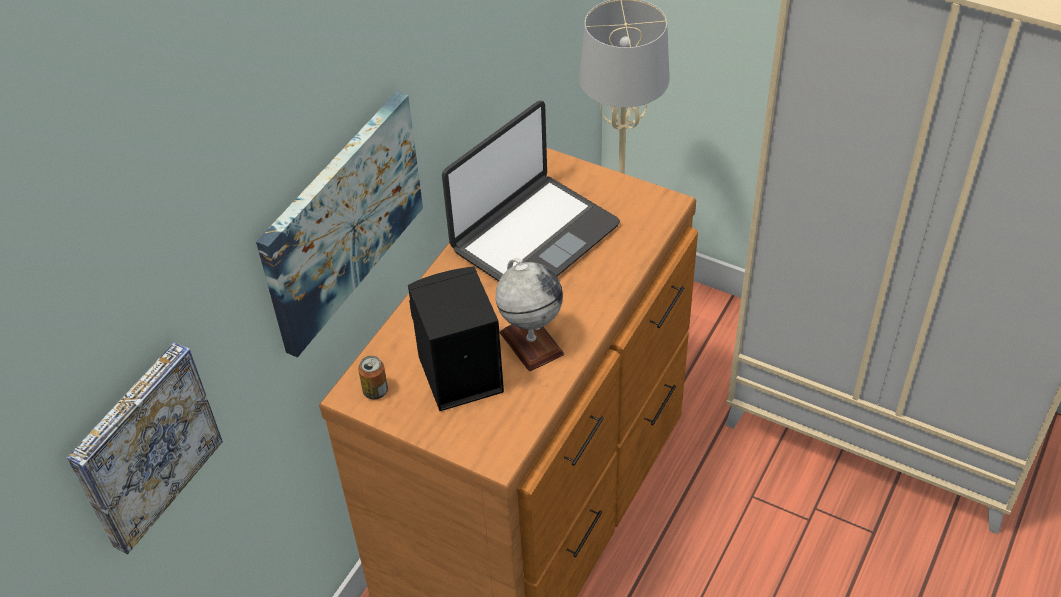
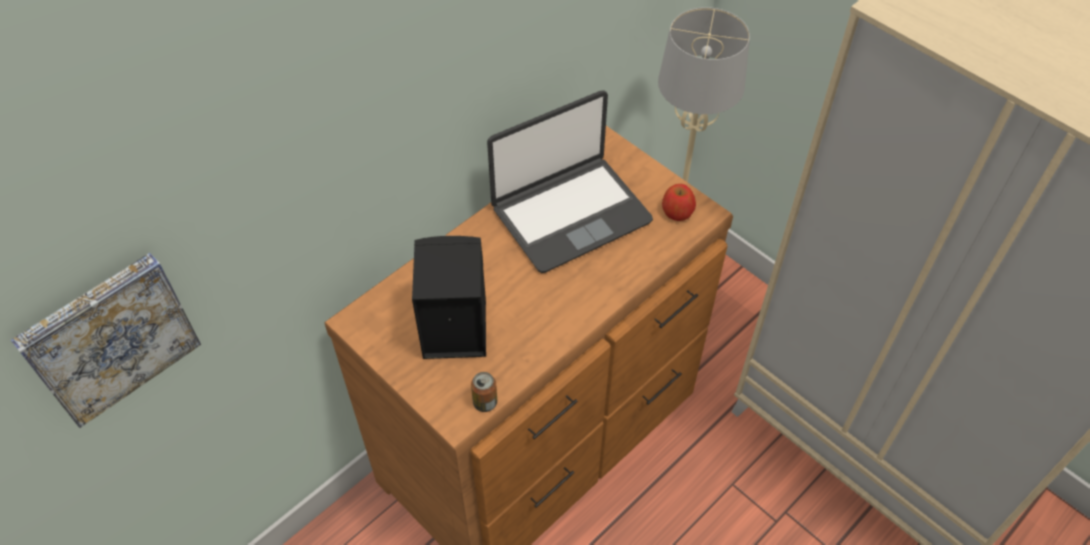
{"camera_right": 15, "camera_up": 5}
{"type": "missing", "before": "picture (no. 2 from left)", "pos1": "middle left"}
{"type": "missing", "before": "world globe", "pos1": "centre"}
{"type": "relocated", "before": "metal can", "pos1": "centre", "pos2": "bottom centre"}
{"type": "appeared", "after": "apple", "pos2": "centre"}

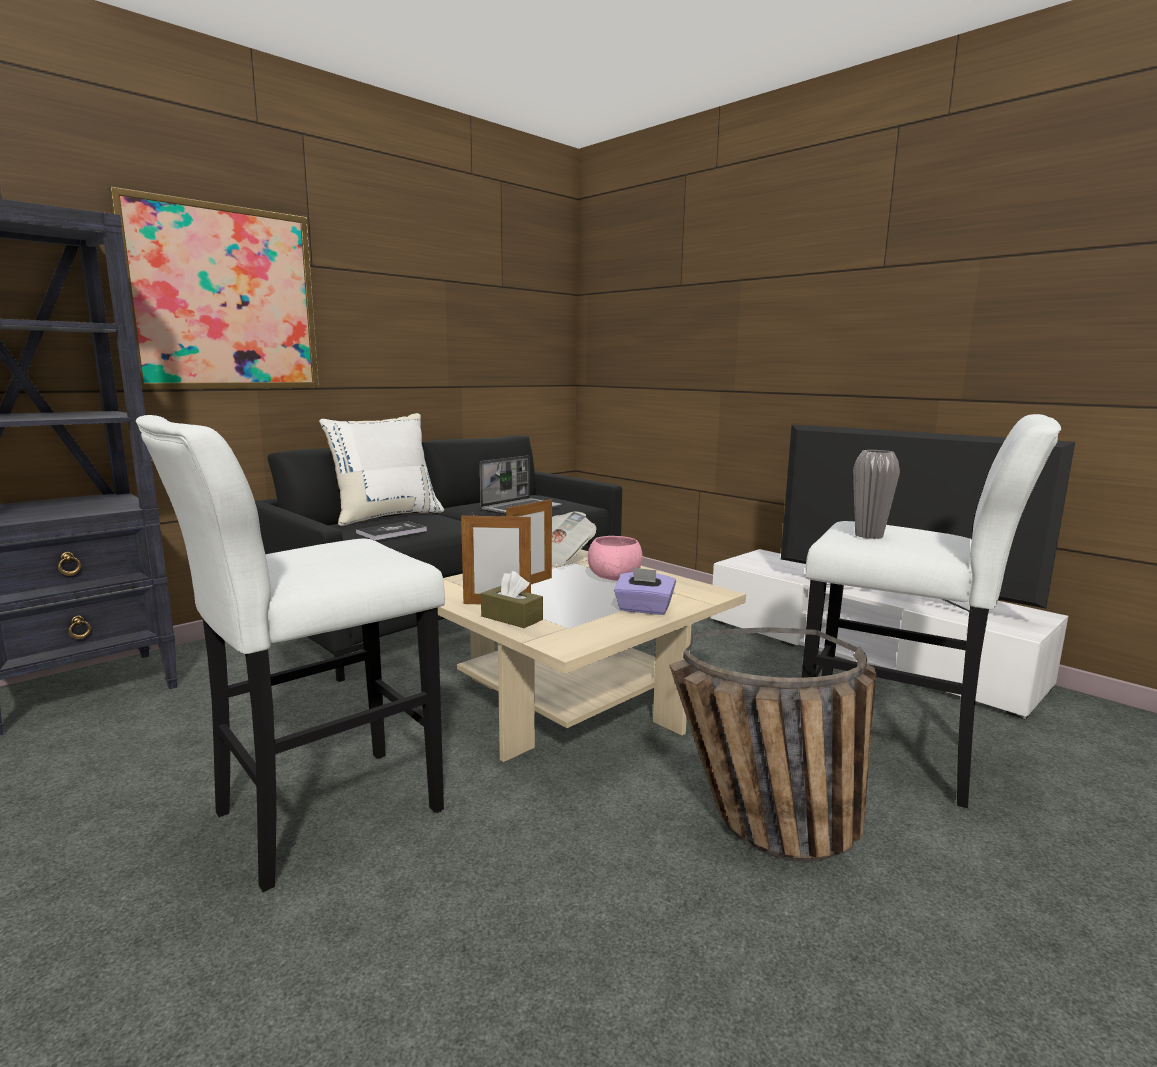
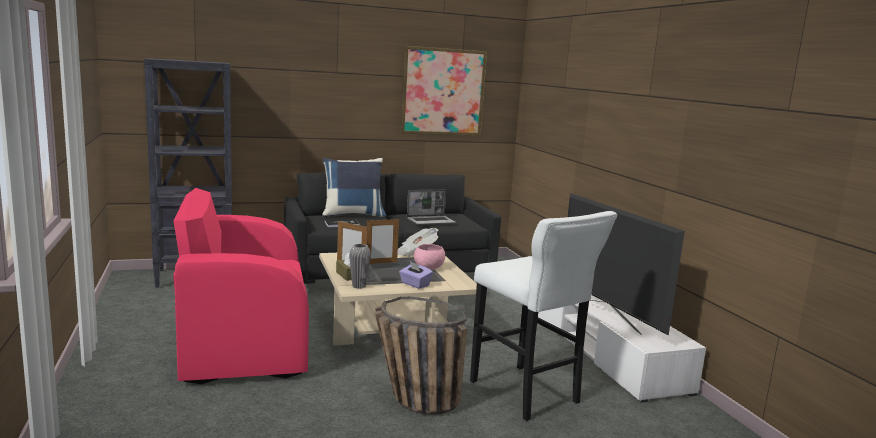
{"camera_right": 25, "camera_up": 0}
{"type": "relocated", "before": "picture", "pos1": "top left", "pos2": "top centre"}
{"type": "colour", "before": "pillow in whitish", "after": "pillow in blue", "pos1": "middle left", "pos2": "centre"}
{"type": "exchanged", "before": "stool in whitish (no. 1 from left)", "after": "armchair in pinkish", "pos1": "middle left", "pos2": "middle left"}
{"type": "relocated", "before": "vase in greyish", "pos1": "middle right", "pos2": "centre"}

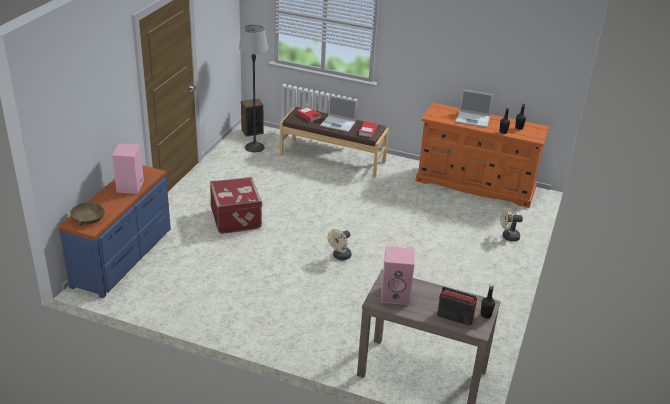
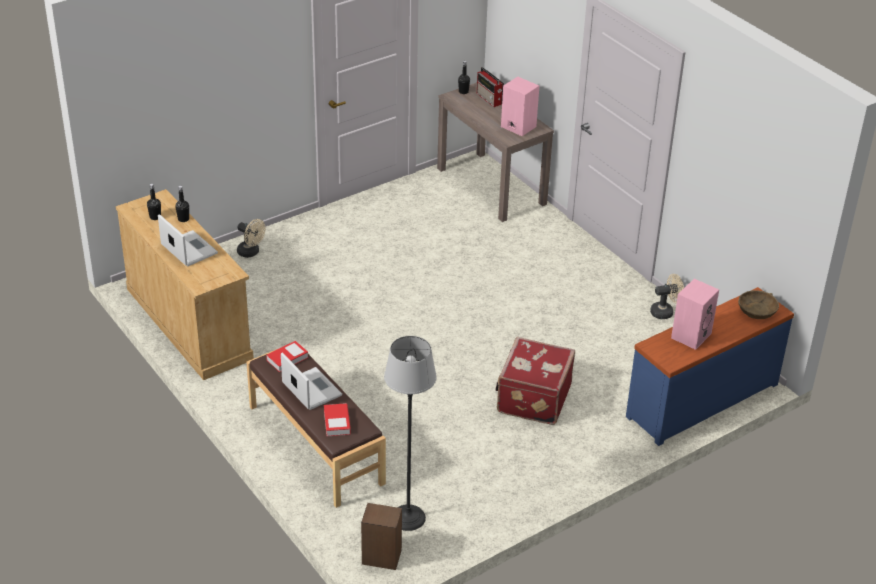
{"camera_right": -145, "camera_up": 5}
{"type": "colour", "before": "chest of drawers in orange", "after": "chest of drawers in beige-coloured", "pos1": "middle right", "pos2": "middle left"}
{"type": "relocated", "before": "fan in beige-coloured (no. 1 from left in the first image)", "after": "fan in beige-coloured (no. 2 from left)", "pos1": "centre", "pos2": "middle right"}

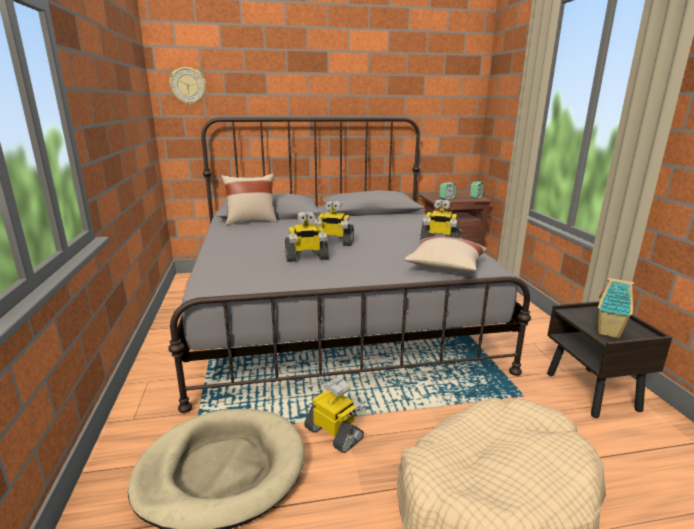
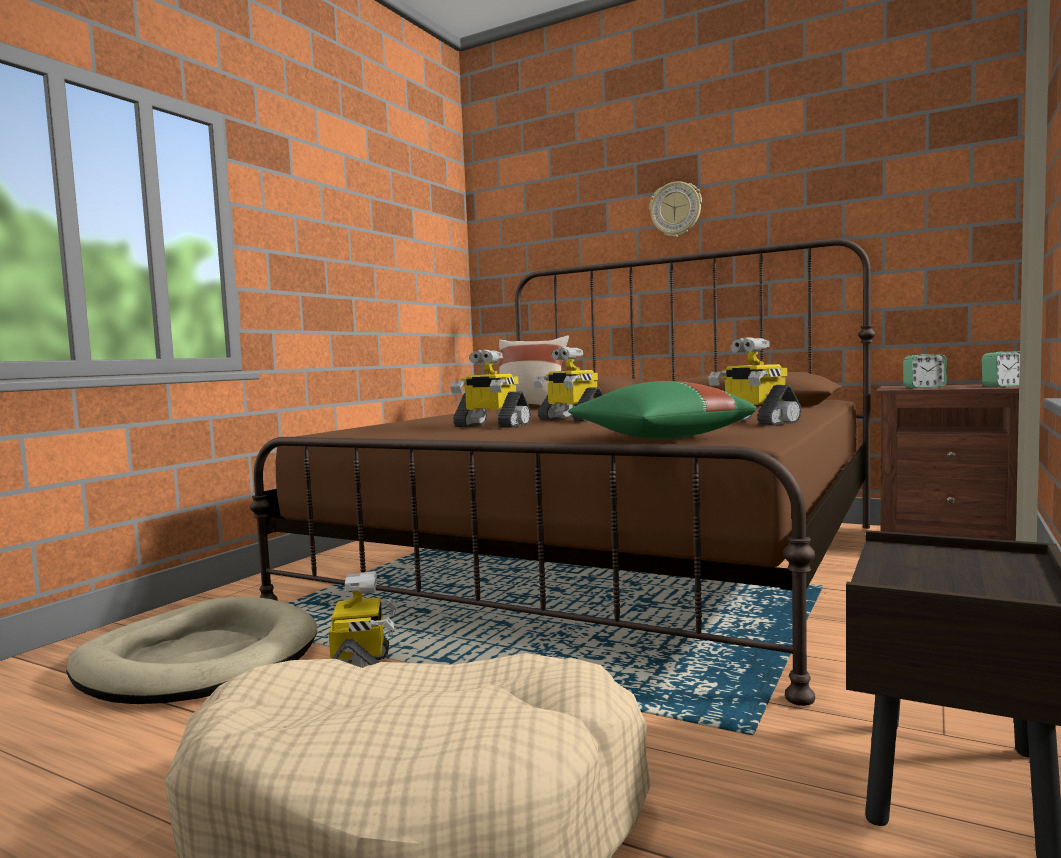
{"camera_right": 40, "camera_up": -15}
{"type": "relocated", "before": "wall clock", "pos1": "top left", "pos2": "top centre"}
{"type": "colour", "before": "sleeping bed in greyish", "after": "sleeping bed in brown-coloured", "pos1": "centre", "pos2": "centre"}
{"type": "colour", "before": "pillow in beige-coloured (no. 2 from left)", "after": "pillow in green", "pos1": "centre", "pos2": "centre"}
{"type": "missing", "before": "miniature house", "pos1": "middle right"}

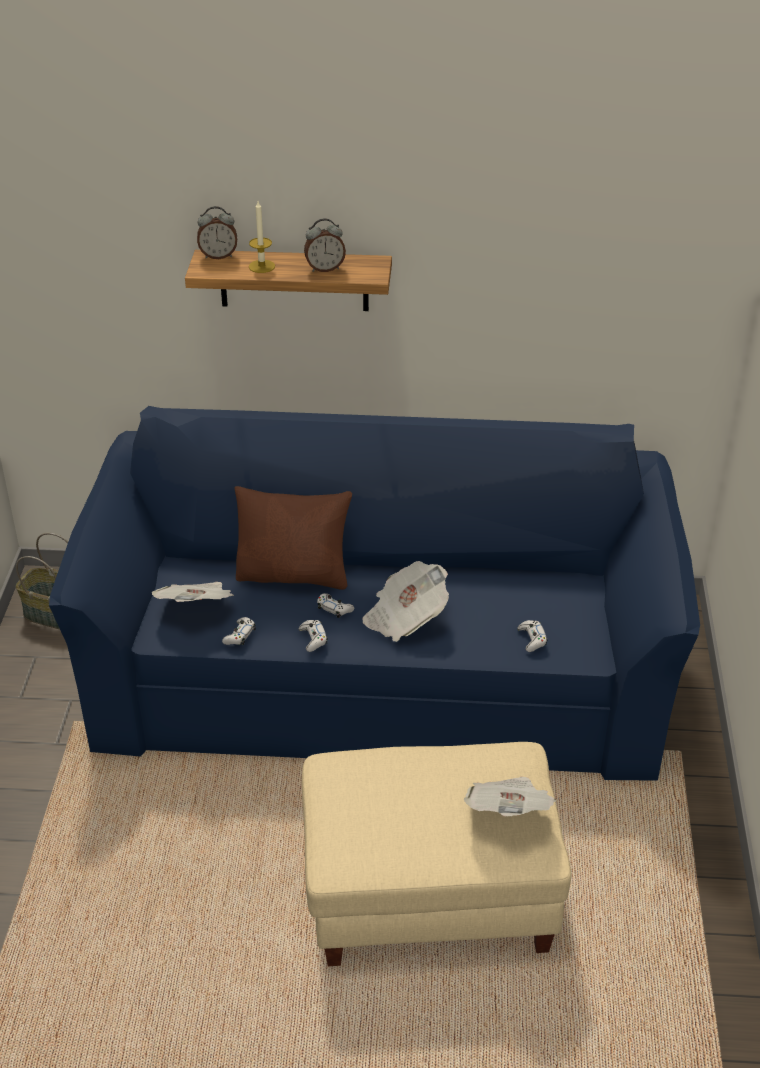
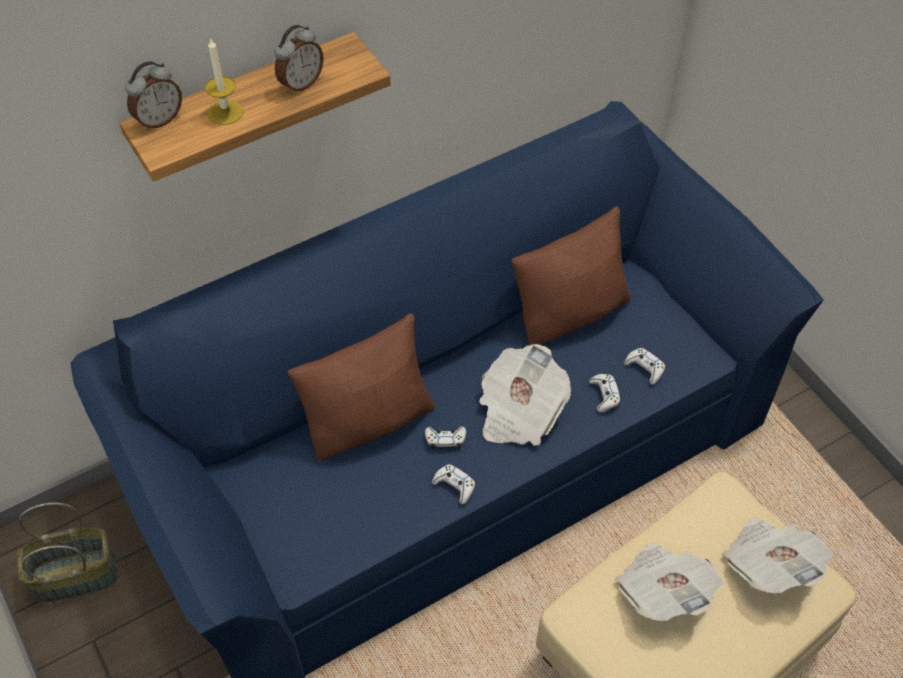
{"camera_right": -35, "camera_up": 15}
{"type": "relocated", "before": "printed paper (no. 1 from left in the first image)", "after": "printed paper (no. 2 from left)", "pos1": "middle left", "pos2": "bottom right"}
{"type": "relocated", "before": "joypad in whitish (no. 1 from left in the first image)", "after": "joypad in whitish (no. 3 from left)", "pos1": "middle left", "pos2": "middle right"}
{"type": "appeared", "after": "pillow in brown-coloured (no. 2 from left)", "pos2": "centre"}

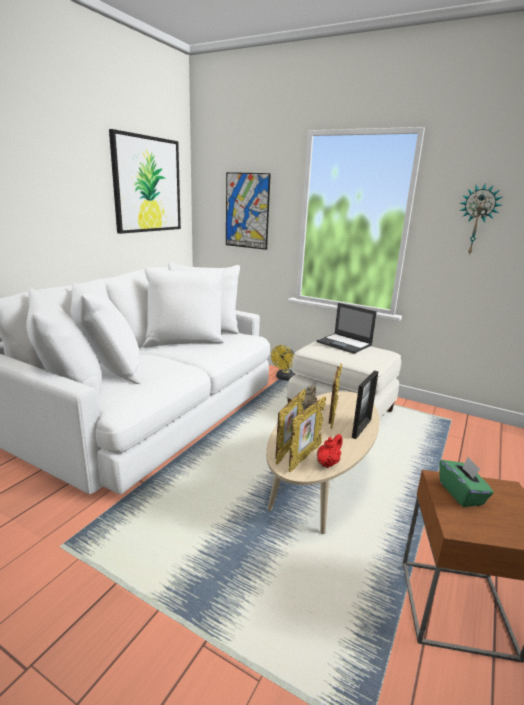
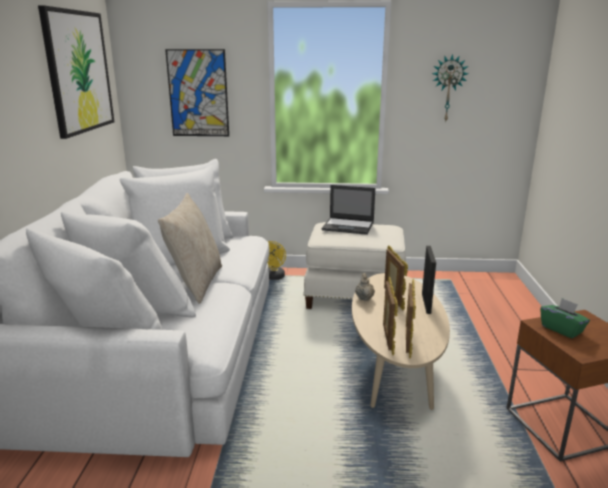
{"camera_right": -25, "camera_up": 0}
{"type": "missing", "before": "teapot in red", "pos1": "centre"}
{"type": "appeared", "after": "pillow in beige-coloured", "pos2": "middle left"}

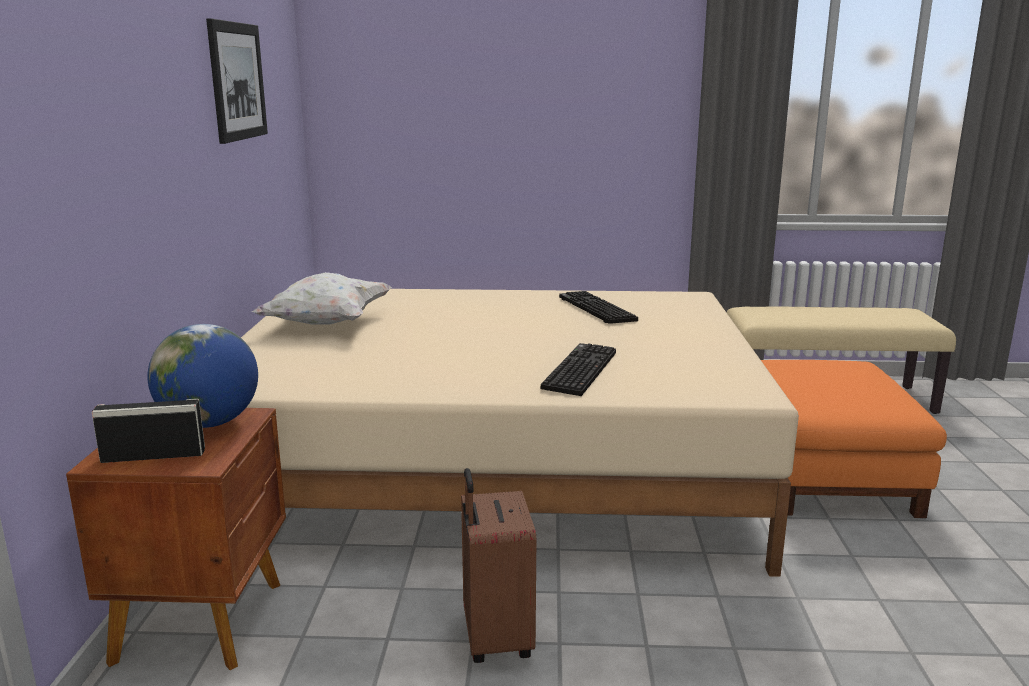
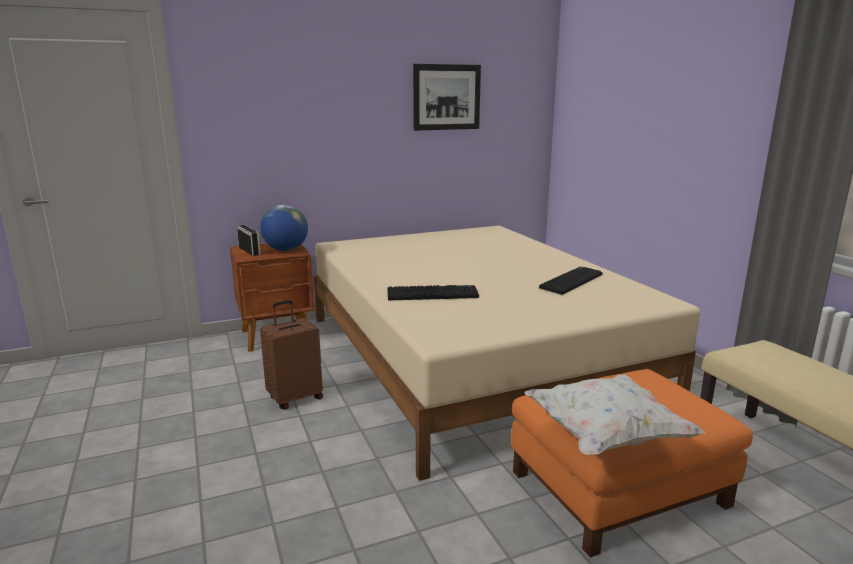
{"camera_right": 65, "camera_up": 0}
{"type": "relocated", "before": "pillow in whitish", "pos1": "middle left", "pos2": "bottom right"}

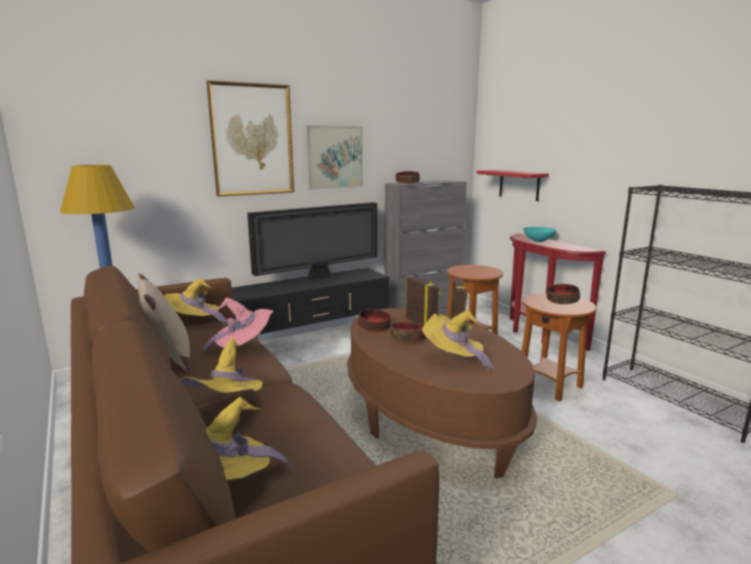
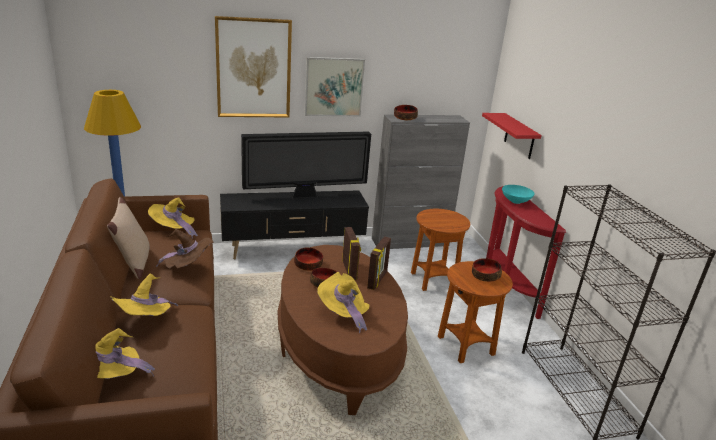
{"camera_right": 15, "camera_up": 10}
{"type": "colour", "before": "clothing hat in pinkish", "after": "clothing hat in brown-coloured", "pos1": "middle left", "pos2": "middle left"}

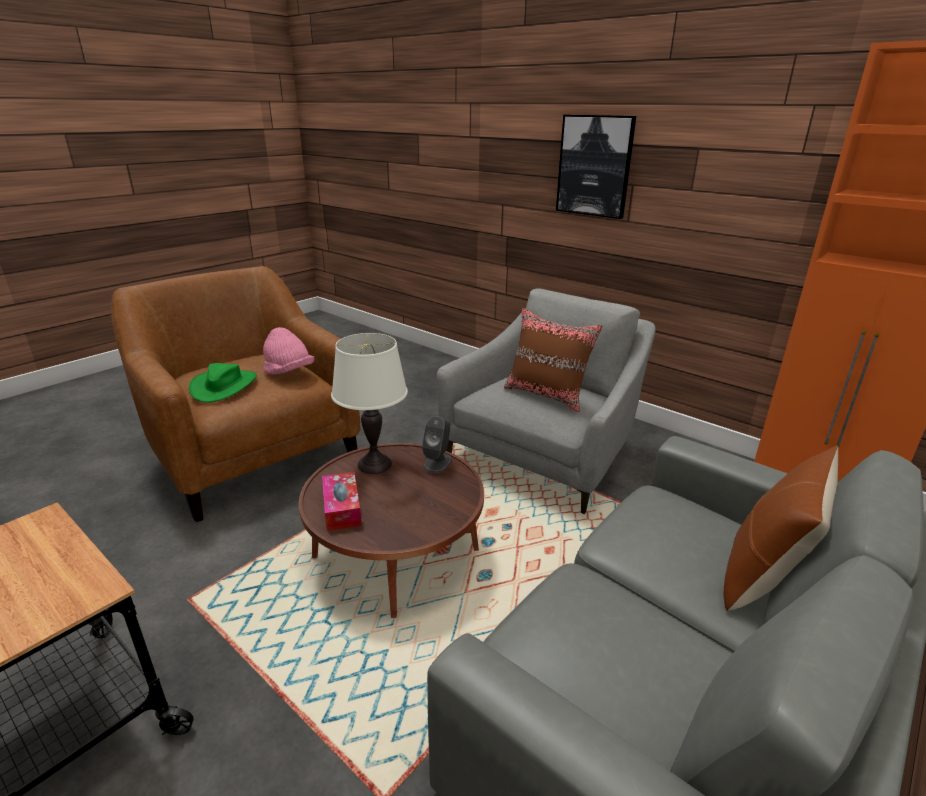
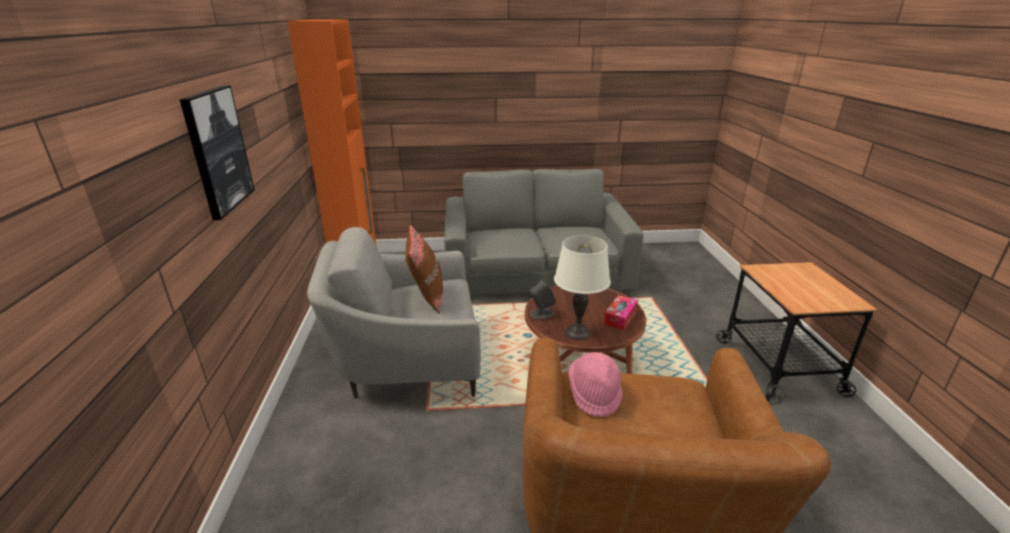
{"camera_right": -135, "camera_up": 0}
{"type": "missing", "before": "clothing hat in green", "pos1": "middle left"}
{"type": "missing", "before": "pillow in brown-coloured (no. 2 from left)", "pos1": "middle right"}

